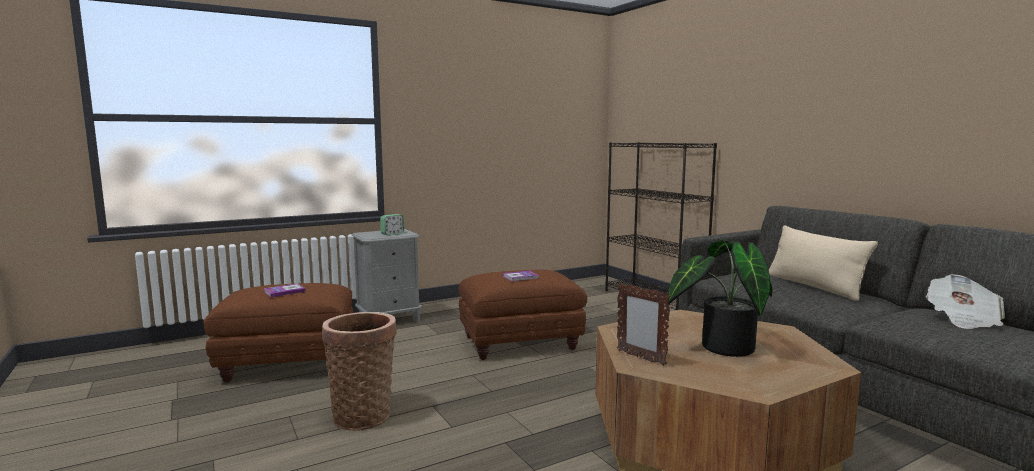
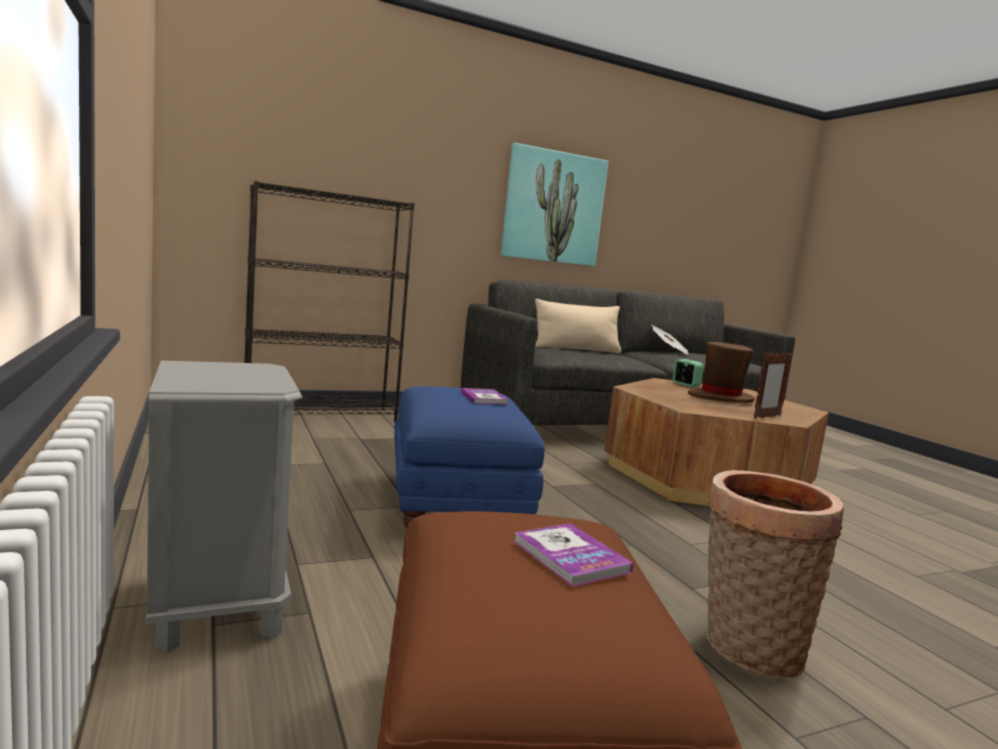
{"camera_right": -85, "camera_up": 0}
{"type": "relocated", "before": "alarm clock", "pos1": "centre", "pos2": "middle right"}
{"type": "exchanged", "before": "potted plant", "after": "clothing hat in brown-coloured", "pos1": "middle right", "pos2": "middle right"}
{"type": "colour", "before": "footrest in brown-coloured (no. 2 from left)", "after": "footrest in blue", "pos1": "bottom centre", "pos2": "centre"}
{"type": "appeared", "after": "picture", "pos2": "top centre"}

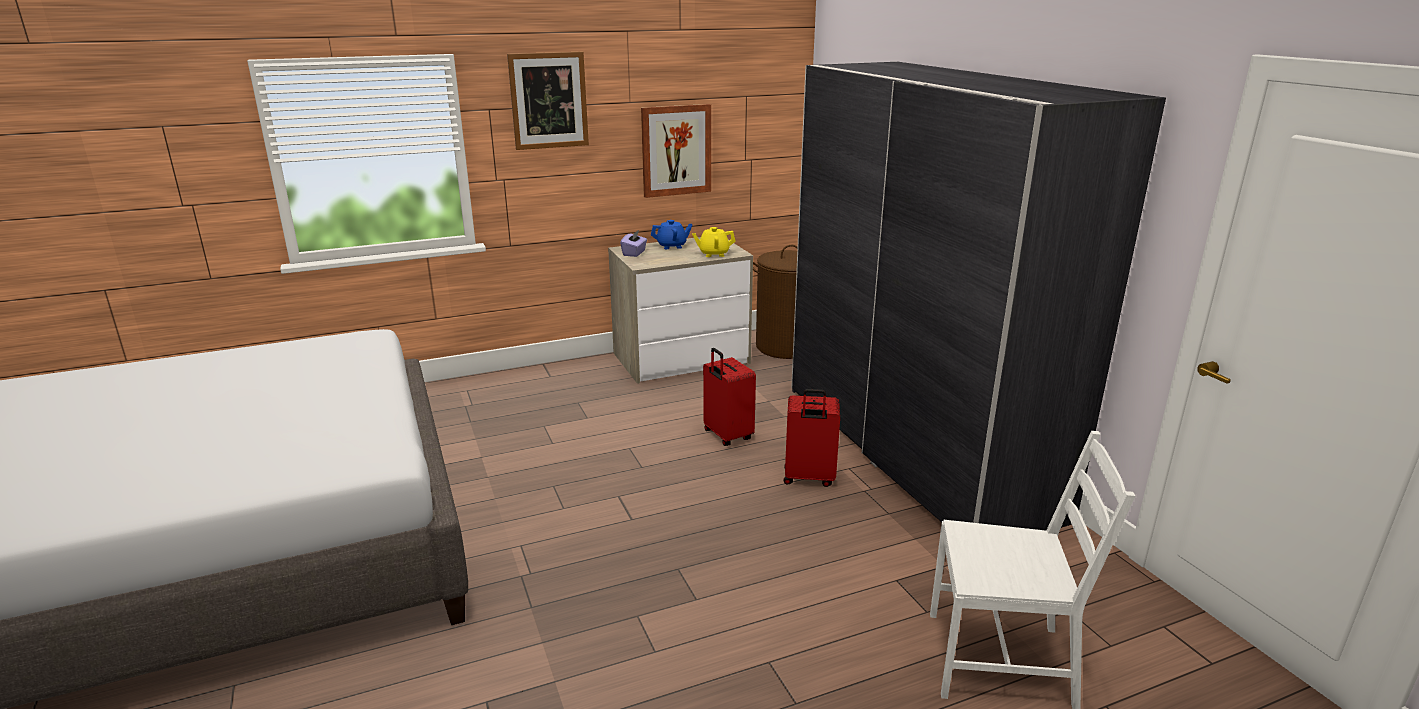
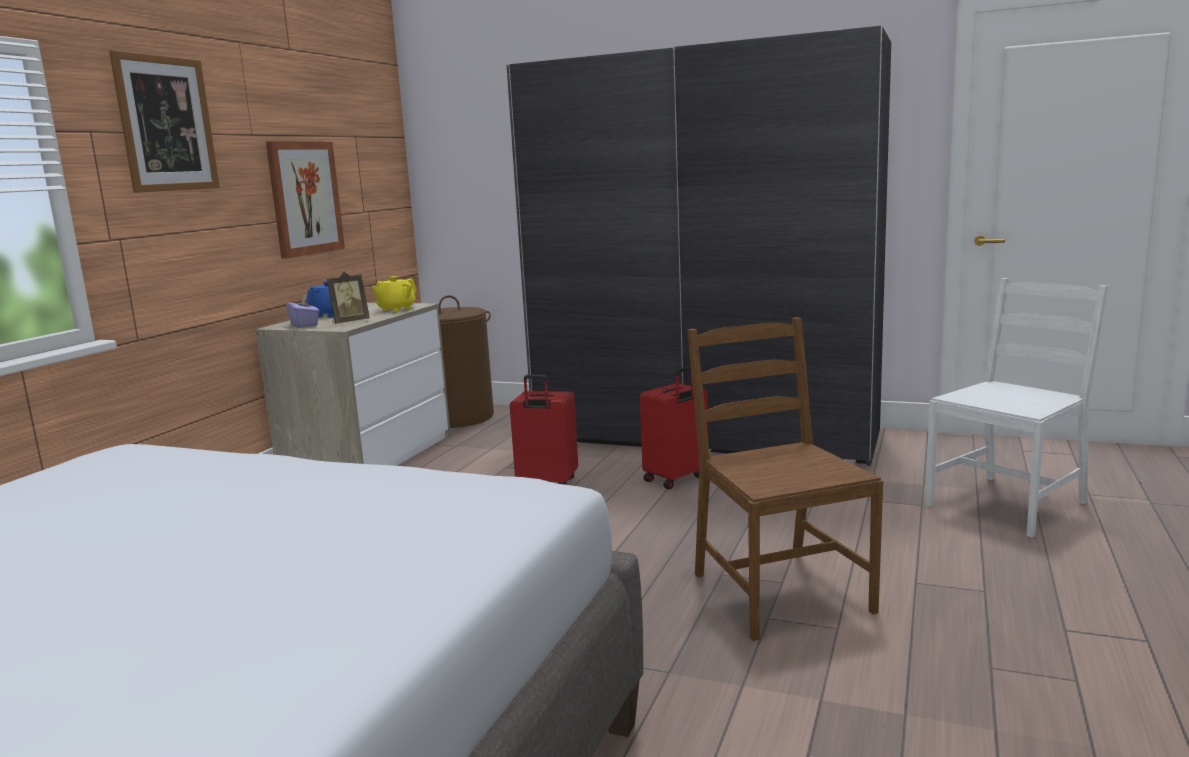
{"camera_right": -45, "camera_up": -10}
{"type": "appeared", "after": "photo frame", "pos2": "middle left"}
{"type": "appeared", "after": "upright chair in brown-coloured", "pos2": "centre"}

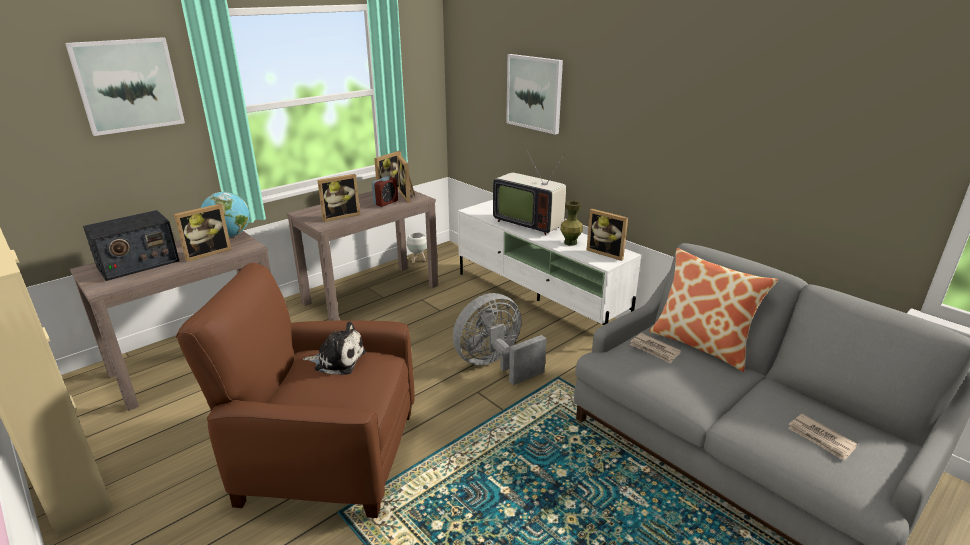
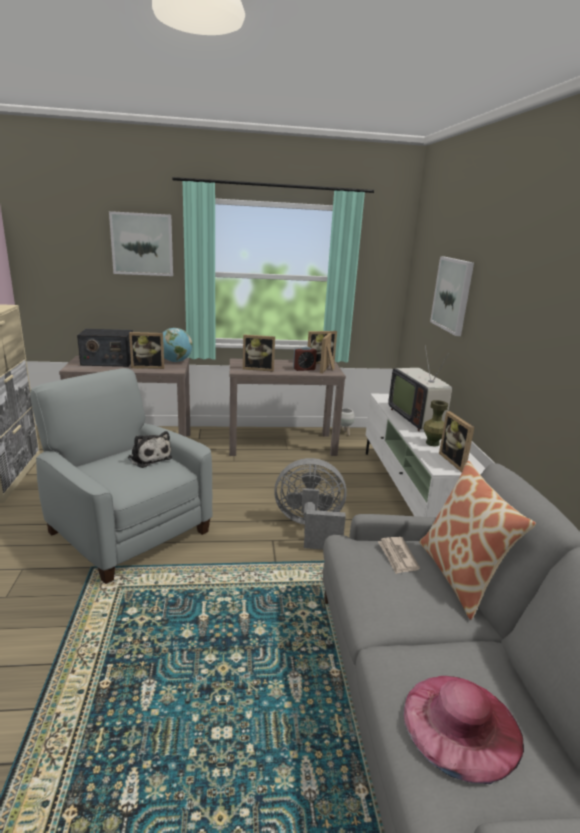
{"camera_right": 35, "camera_up": -5}
{"type": "colour", "before": "armchair in brown-coloured", "after": "armchair in greyish", "pos1": "bottom left", "pos2": "middle left"}
{"type": "exchanged", "before": "printed paper (no. 2 from left)", "after": "clothing hat in pinkish", "pos1": "bottom right", "pos2": "bottom right"}

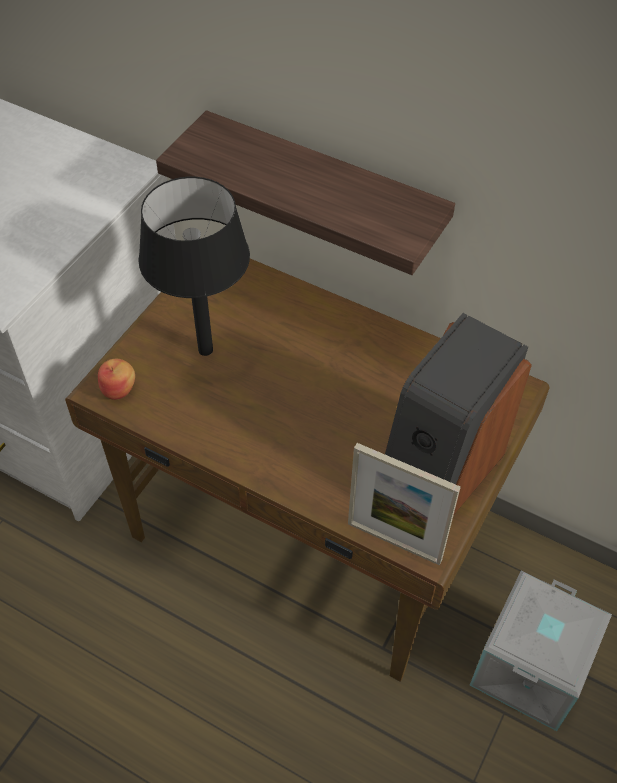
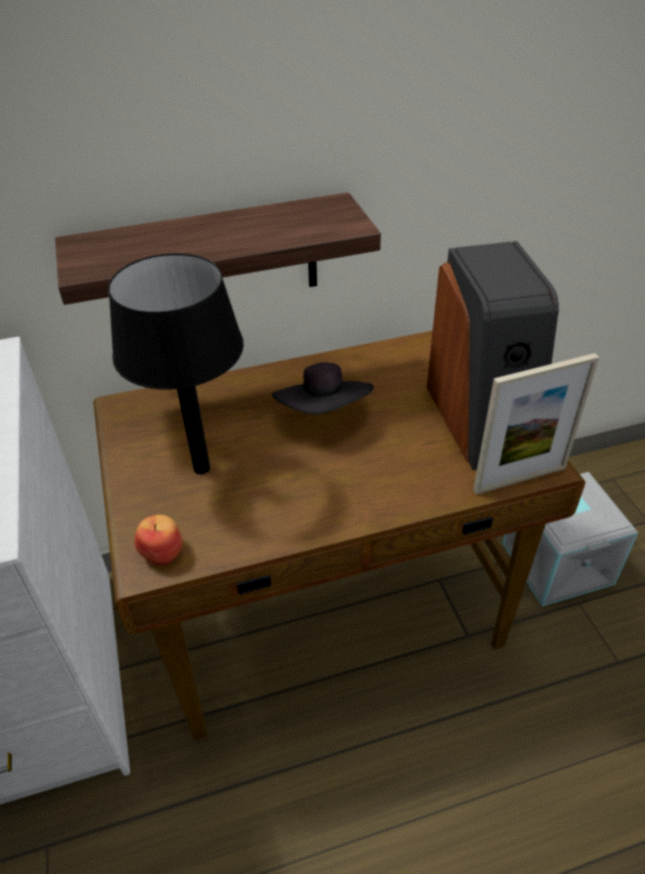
{"camera_right": -45, "camera_up": -10}
{"type": "appeared", "after": "clothing hat in black-coloured", "pos2": "centre"}

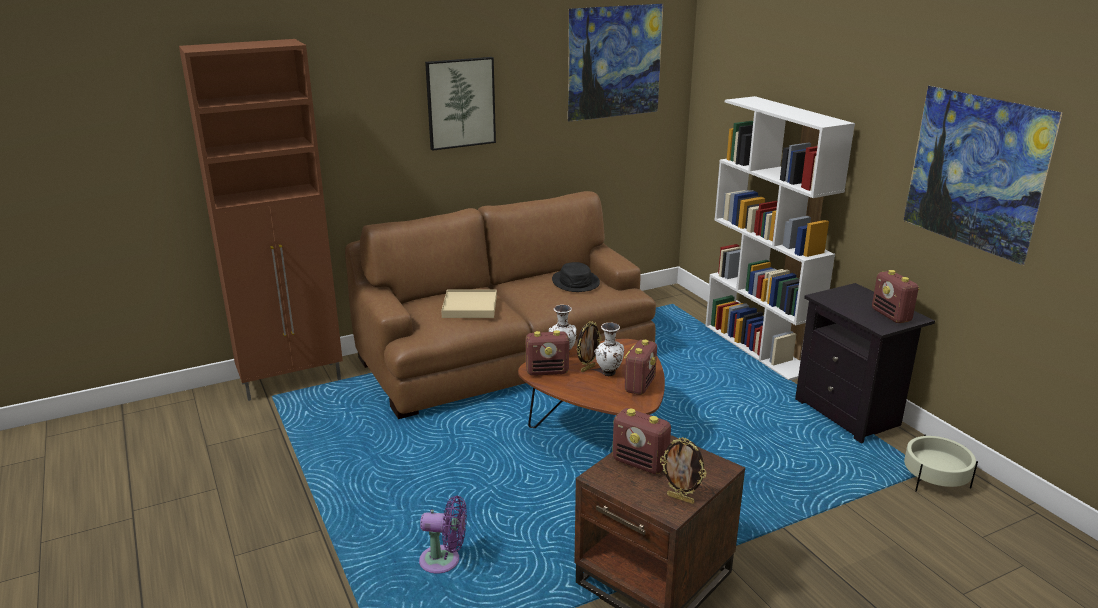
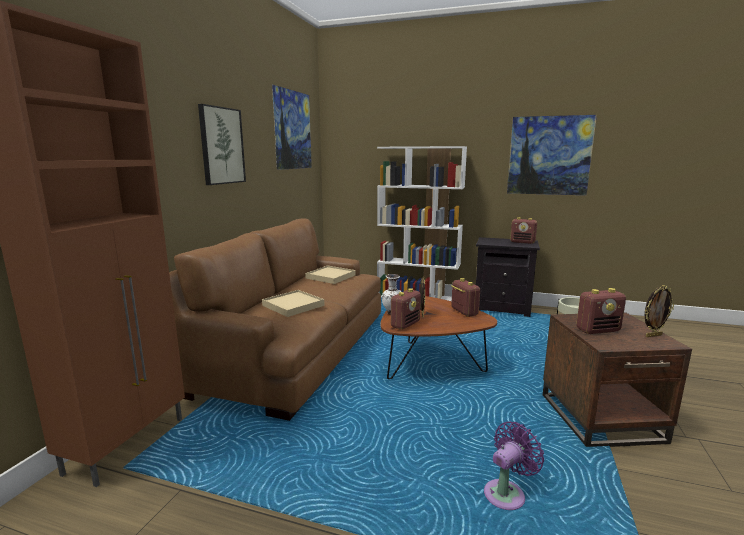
{"camera_right": -45, "camera_up": -10}
{"type": "exchanged", "before": "clothing hat in black-coloured", "after": "carrying tray in beige-coloured (no. 2 from left)", "pos1": "centre", "pos2": "centre"}
{"type": "missing", "before": "vase in whitish (no. 2 from left)", "pos1": "centre"}

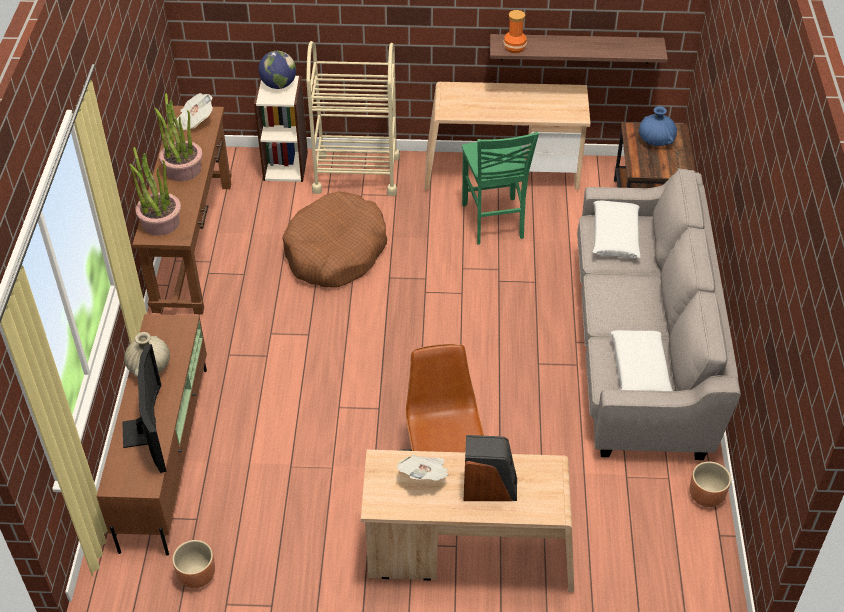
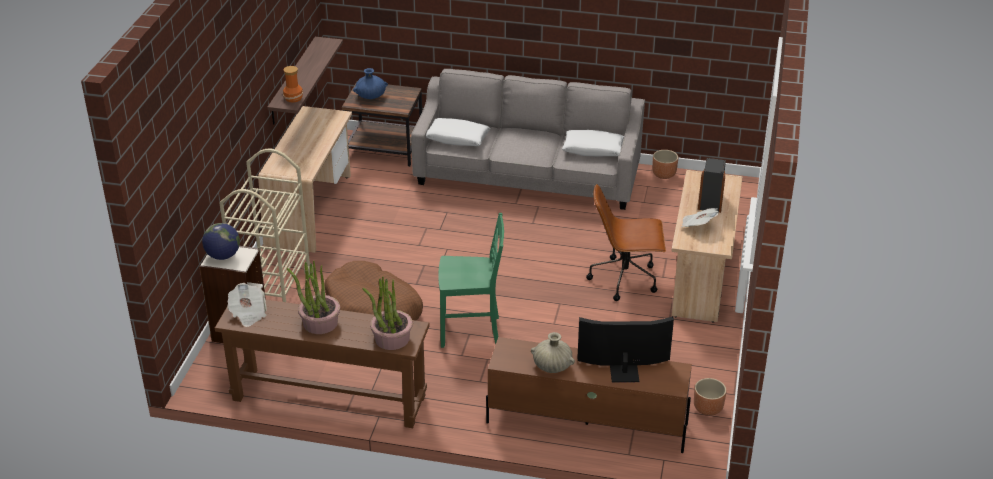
{"camera_right": -80, "camera_up": -10}
{"type": "relocated", "before": "upright chair in green", "pos1": "top centre", "pos2": "centre"}

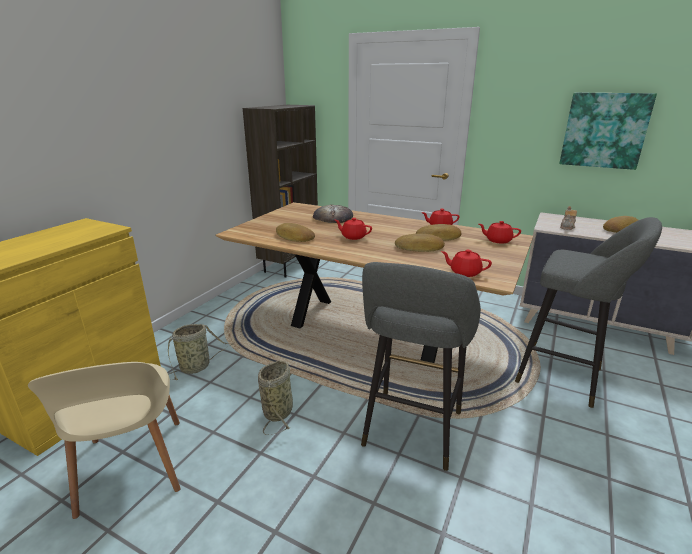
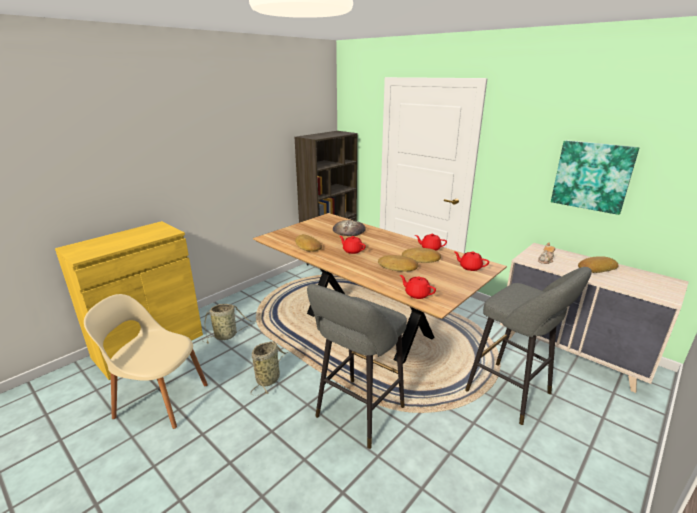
{"camera_right": 15, "camera_up": 0}
{"type": "spun", "before": "upright chair in beige-coloured", "pos1": "bottom left", "pos2": "bottom left", "turn": 105}

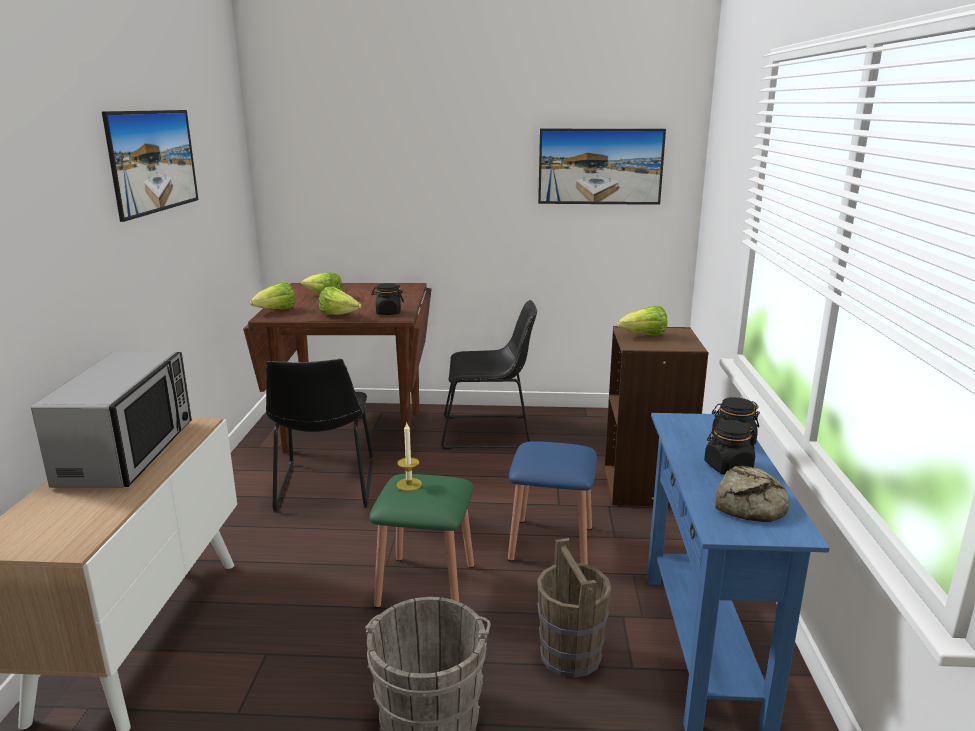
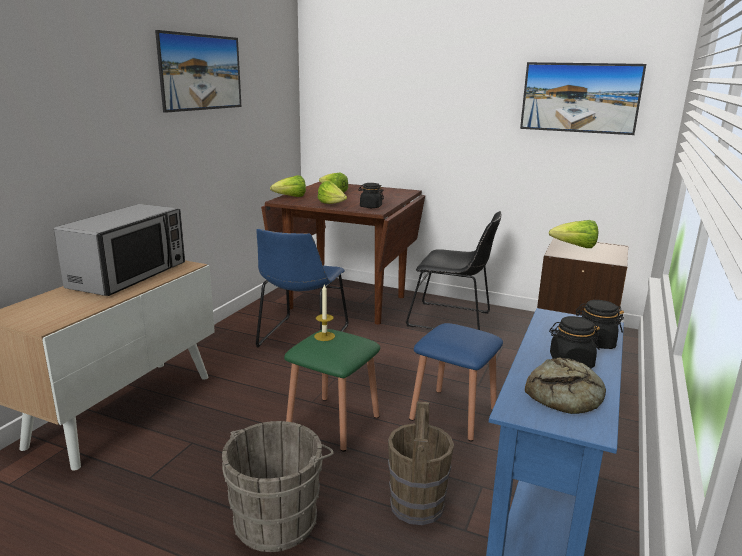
{"camera_right": 20, "camera_up": 0}
{"type": "colour", "before": "upright chair in black-coloured (no. 1 from left)", "after": "upright chair in blue", "pos1": "middle left", "pos2": "centre"}

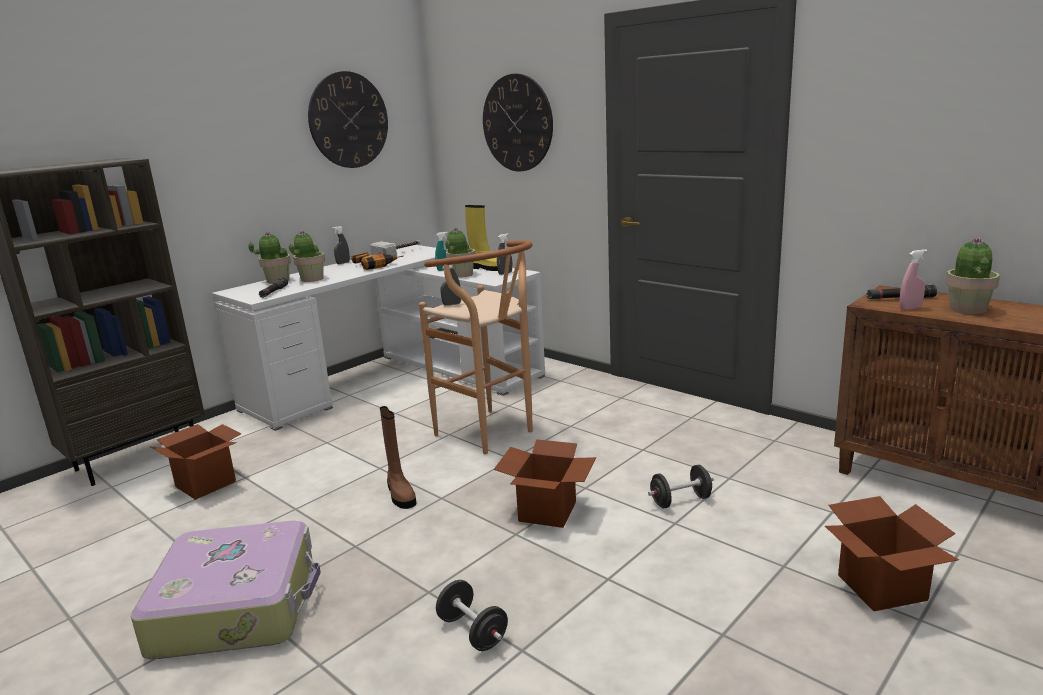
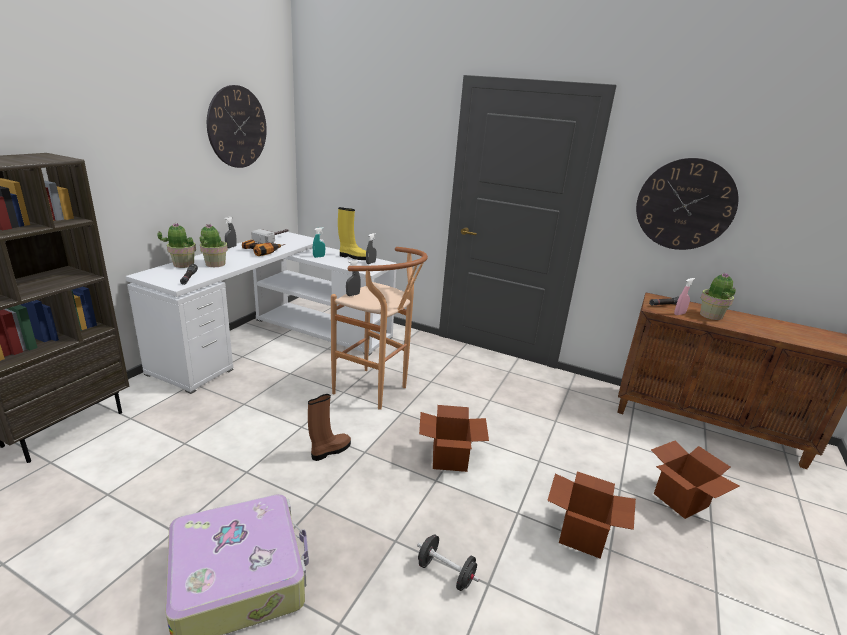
{"camera_right": -20, "camera_up": 5}
{"type": "relocated", "before": "wall clock (no. 2 from left)", "pos1": "top centre", "pos2": "top right"}
{"type": "missing", "before": "potted plant (no. 3 from left)", "pos1": "centre"}
{"type": "spun", "before": "tall boot in brown-coloured", "pos1": "centre", "pos2": "bottom centre", "turn": -90}
{"type": "relocated", "before": "packing box (no. 1 from left in the first image)", "after": "packing box (no. 2 from left)", "pos1": "middle left", "pos2": "bottom right"}
{"type": "missing", "before": "hand weight in black-coloured (no. 2 from left)", "pos1": "bottom centre"}

